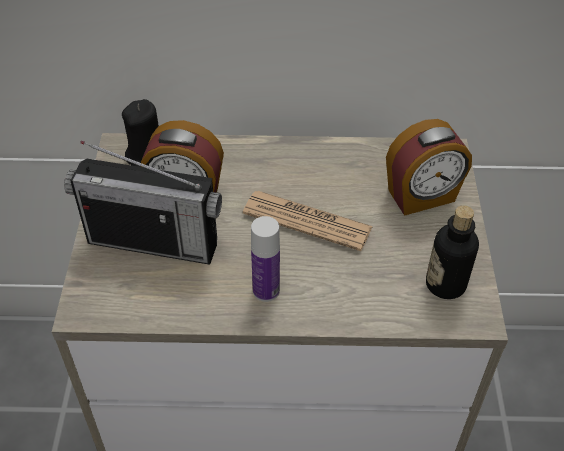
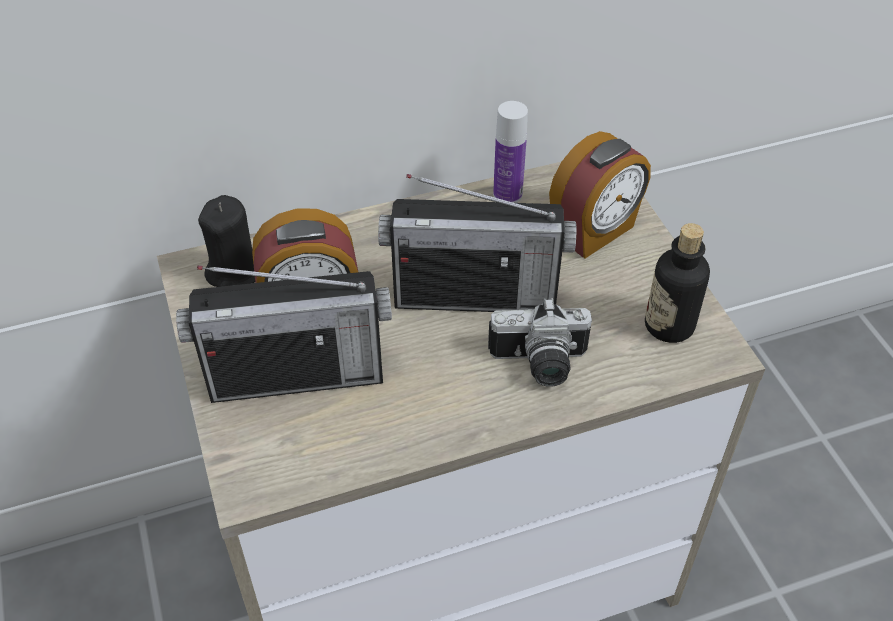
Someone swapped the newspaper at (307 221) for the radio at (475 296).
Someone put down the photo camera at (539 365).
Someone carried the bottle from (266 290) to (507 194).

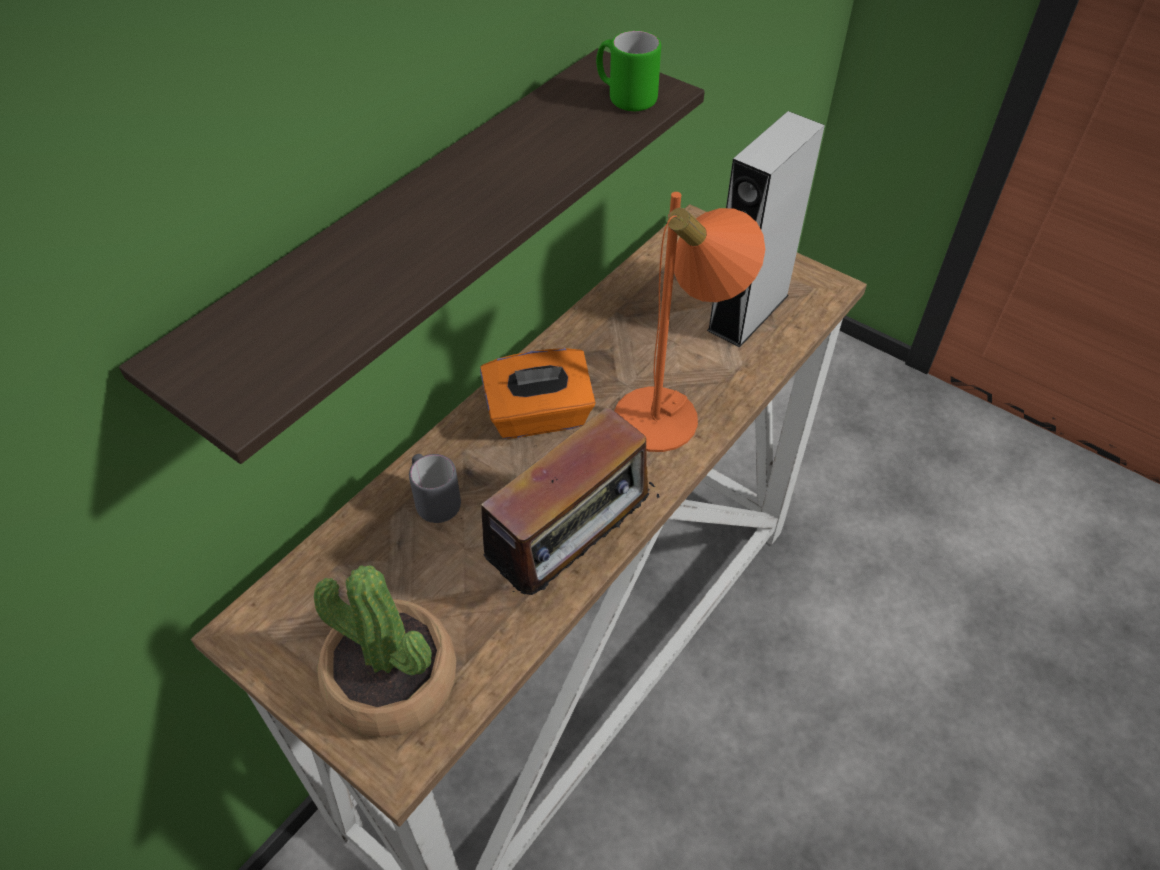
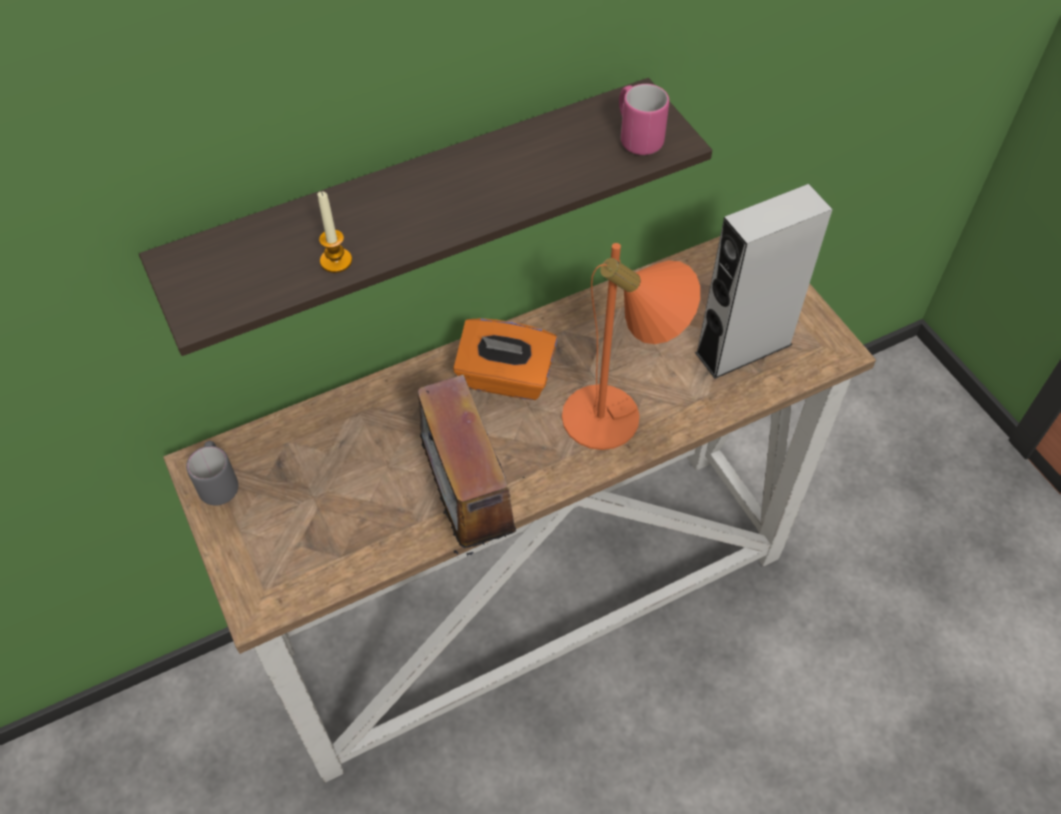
Someone carried the mug in grey from (434 501) to (219 483).
Someone put down the candle at (336 261).
Someone rotated the radio at (572 554) by 90 degrees clockwise.
Someone repainted the mug in green at (625 98), which became the mug in pink at (637 137).
Someone took away the potted plant at (391 680).

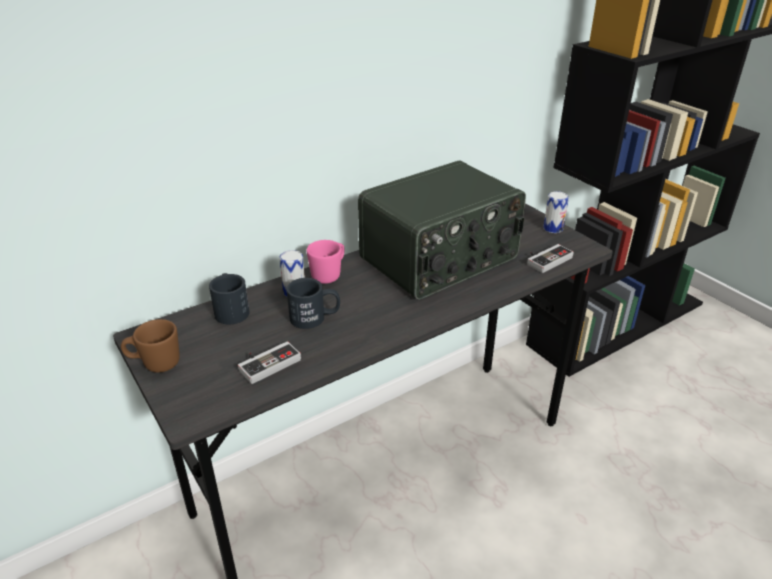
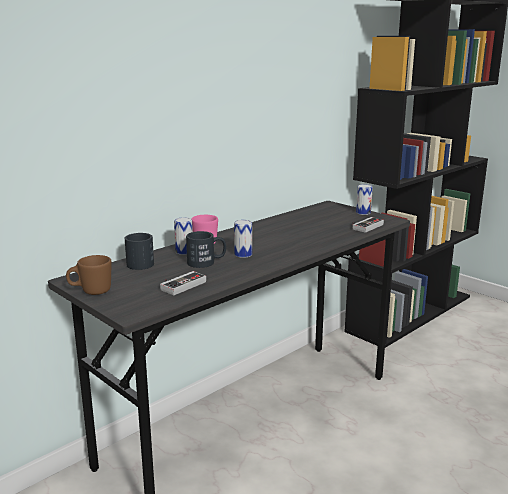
Someone put down the can at (243 254).
Someone took away the radio at (440 260).

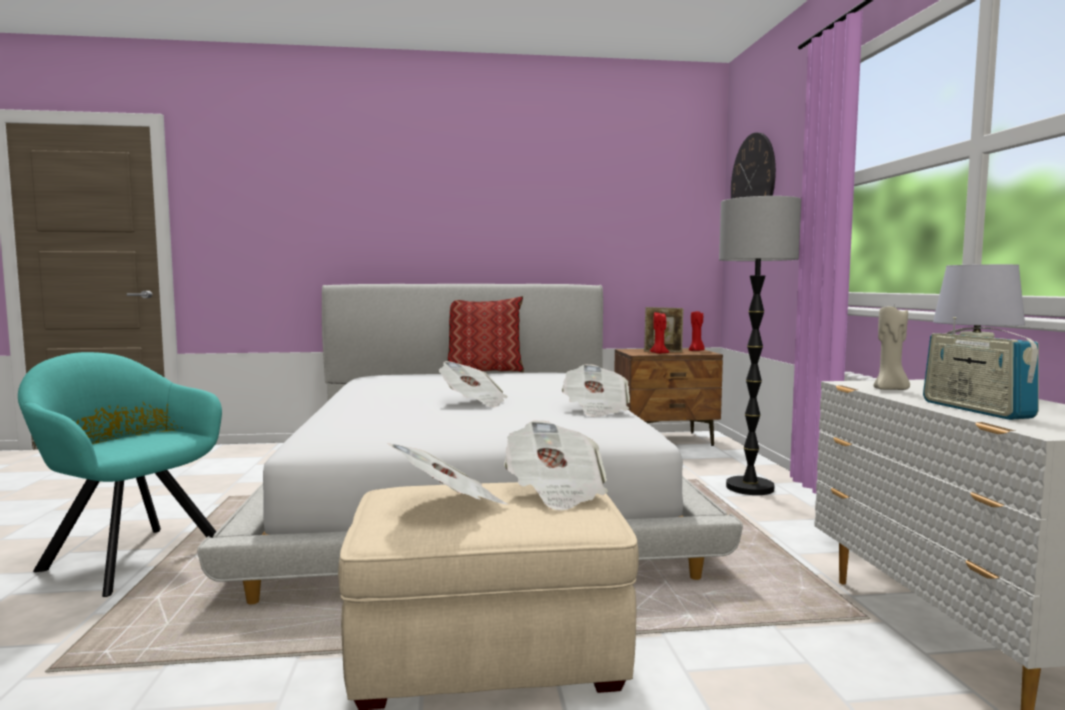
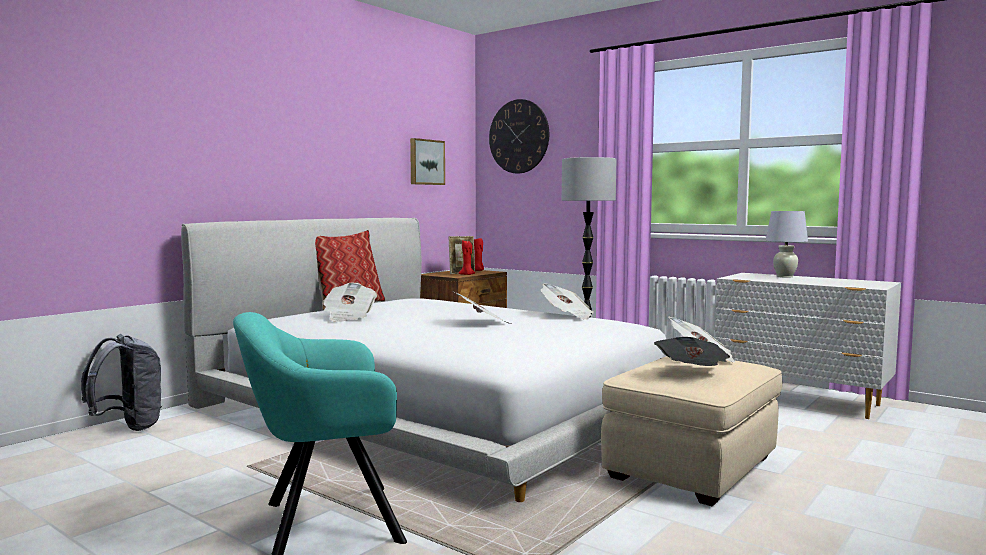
Someone put down the backpack in grey at (128 427).
Someone put down the newspaper at (348 317).
Someone put up the picture at (426 162).
Someone took away the candle in beige at (890 390).
Someone took away the radio at (975 410).

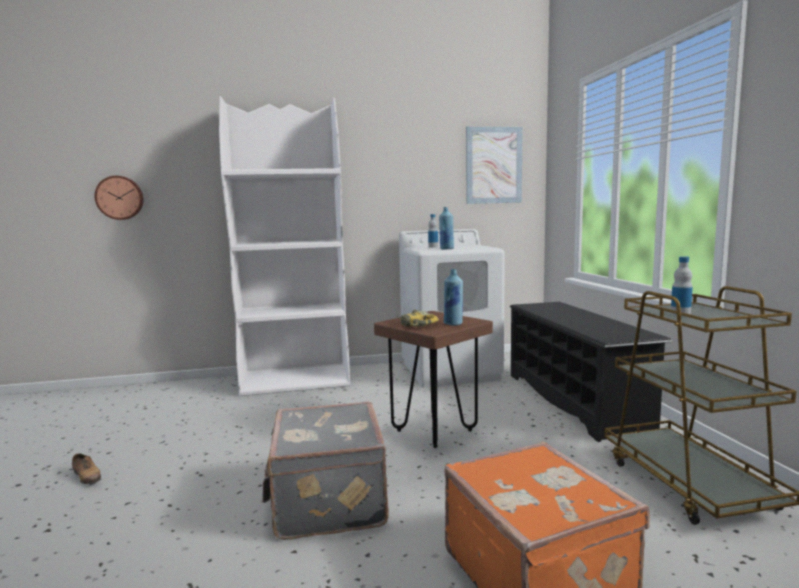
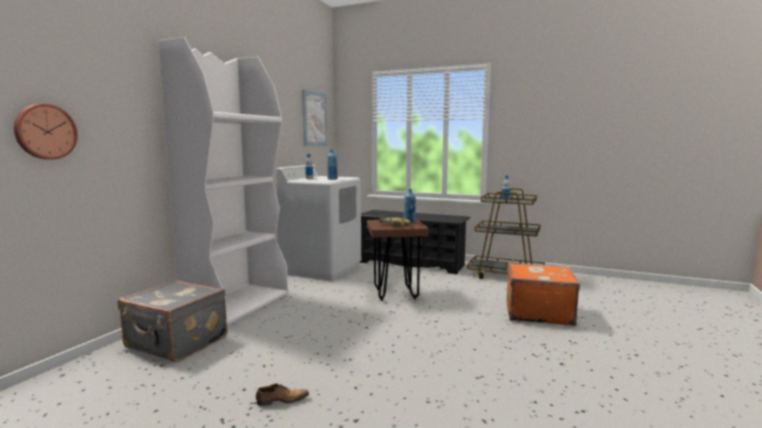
Someone carried the suitcase in grey from (327 502) to (176 343).

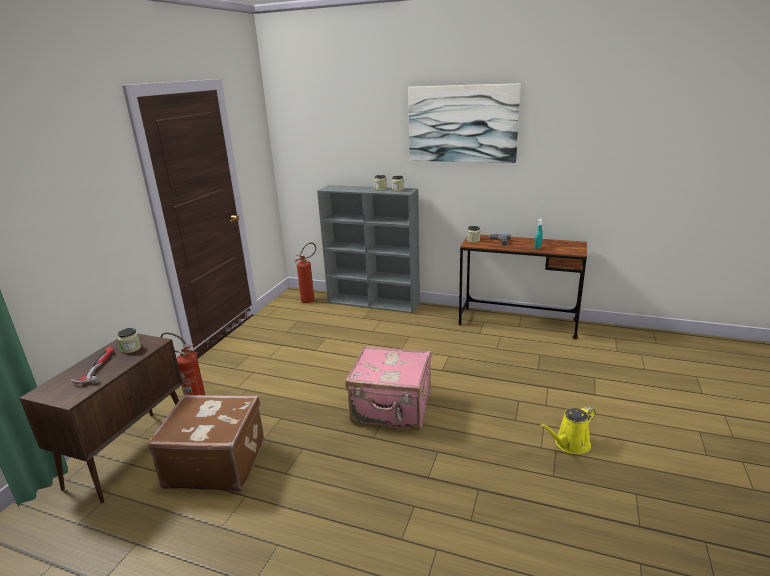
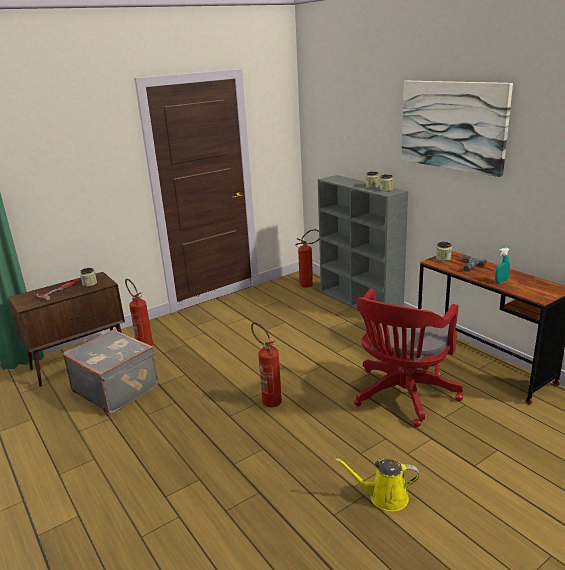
Someone repainted the suitcase in brown at (216 462), which became the suitcase in grey at (117 388).
Someone swapped the suitcase in pink at (392 409) for the fire extinguisher at (268 400).
Someone put down the office chair in red at (402 396).

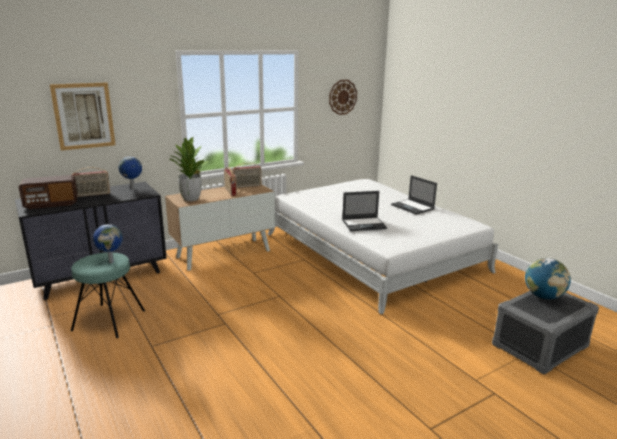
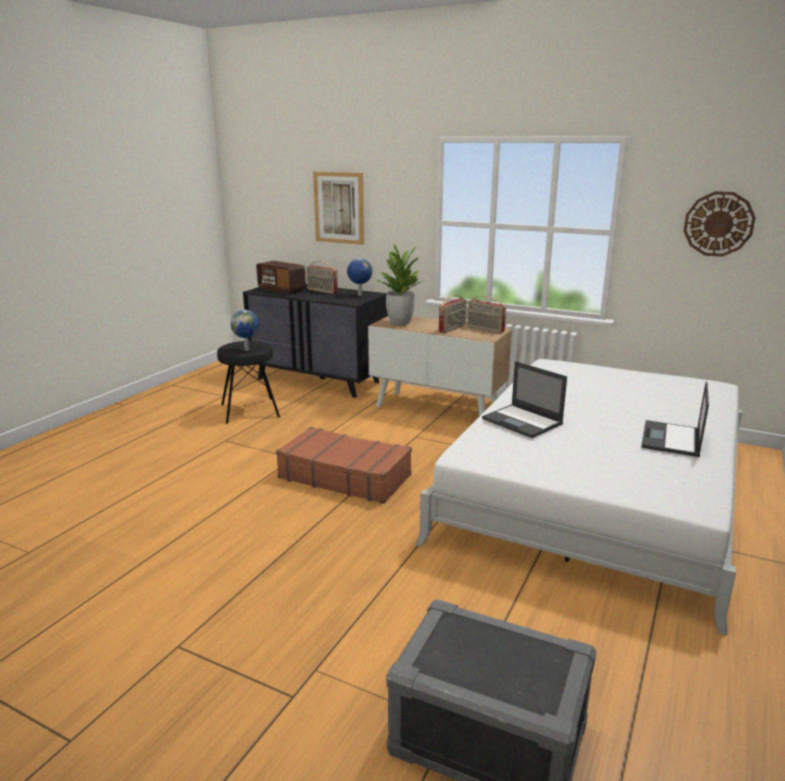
Someone repainted the stool in turquoise at (109 320), which became the stool in black at (250 410).
Someone put down the suitcase in brown at (345 476).
Someone took away the globe at (543 296).

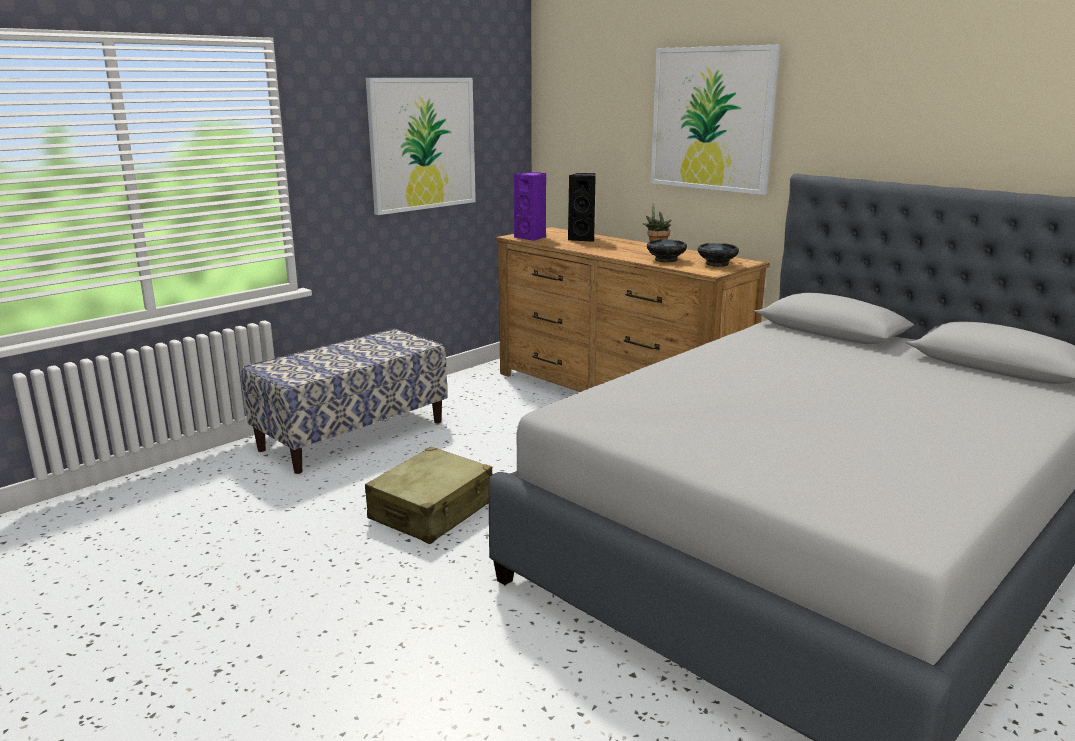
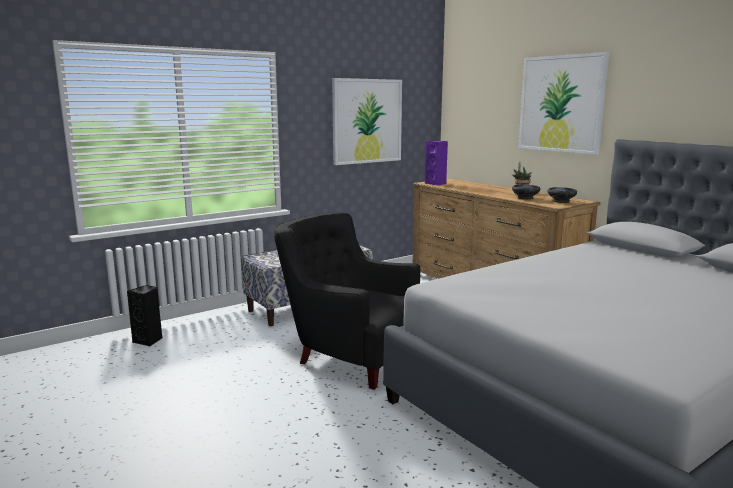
Someone carried the speaker in black from (583 239) to (149 341).
Someone swapped the suitcase in beige at (432 511) for the armchair in black at (352 355).

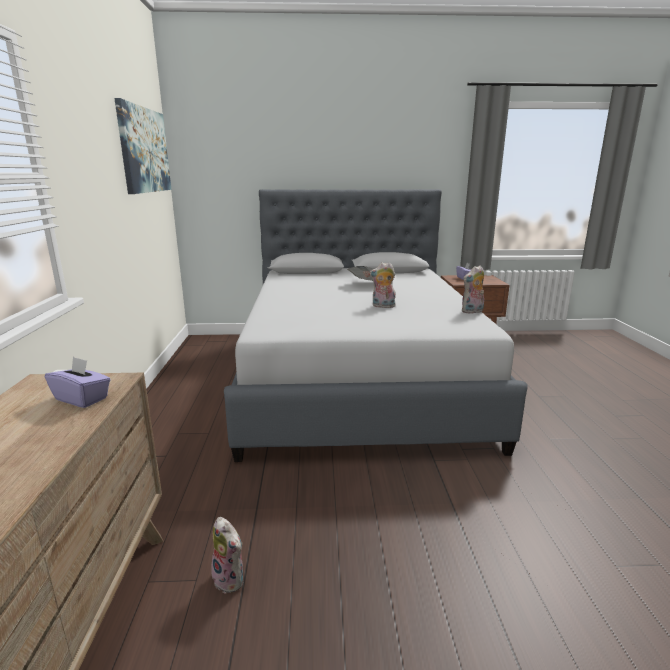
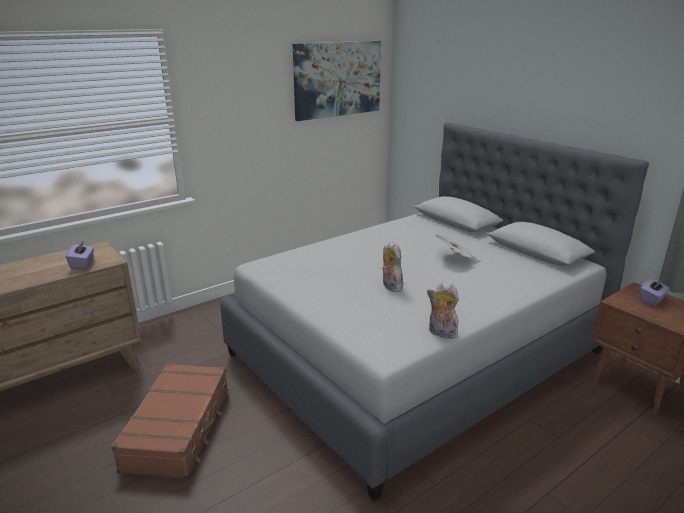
Someone put down the suitcase in brown at (179 428).
Someone took away the plush toy at (231 579).

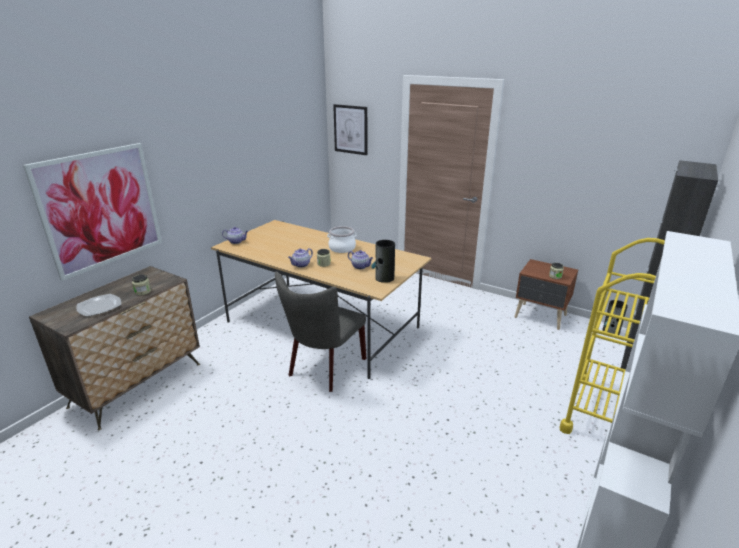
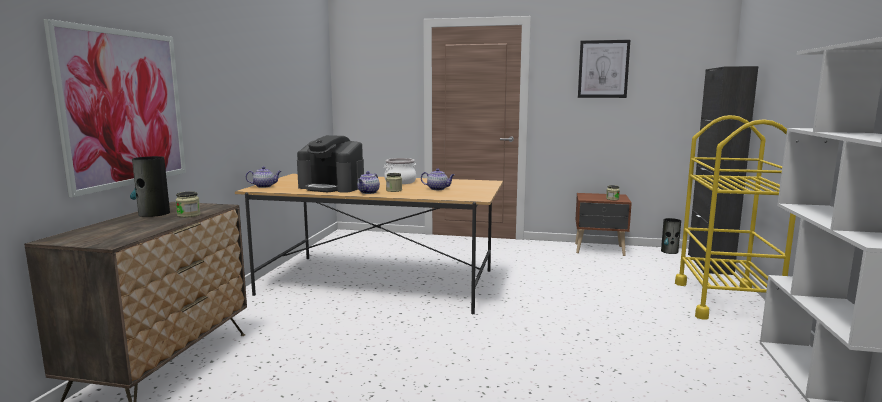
Someone carried the vase from (384 278) to (153 213).
Someone put down the coffee machine at (332 187).
Someone carried the picture from (351 129) to (603 69).
Someone took away the plate at (99 306).
Someone took away the chair in grey at (324 369).

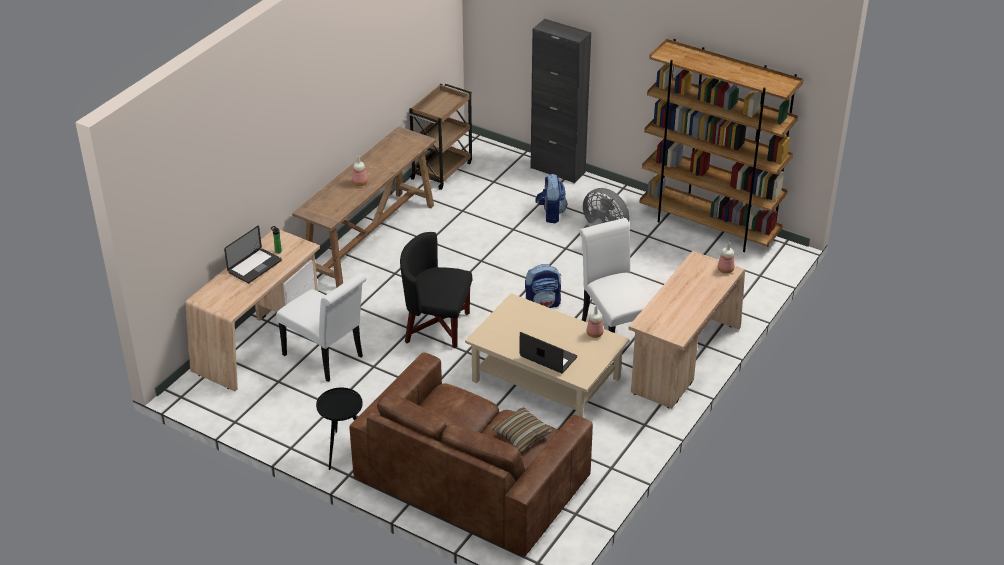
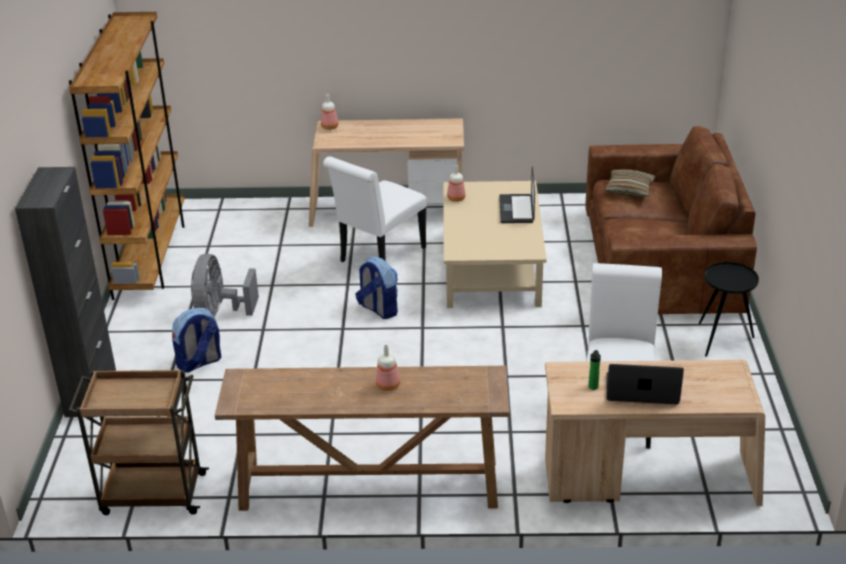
Someone took away the armchair in black at (436 326).

